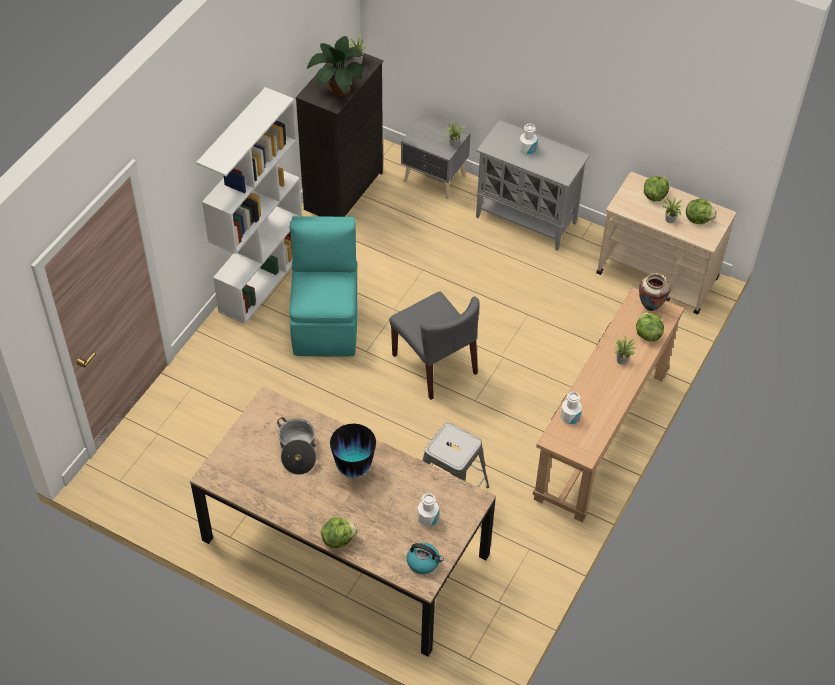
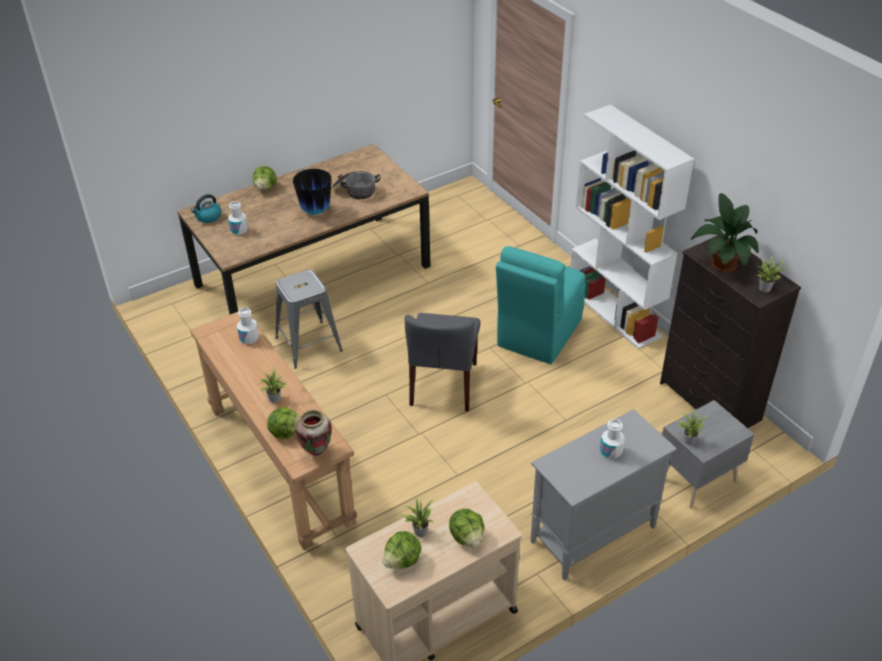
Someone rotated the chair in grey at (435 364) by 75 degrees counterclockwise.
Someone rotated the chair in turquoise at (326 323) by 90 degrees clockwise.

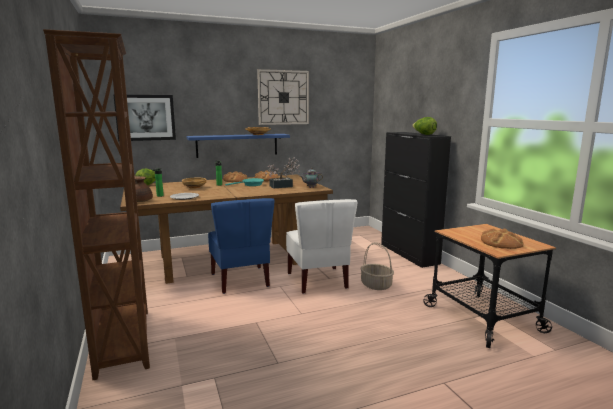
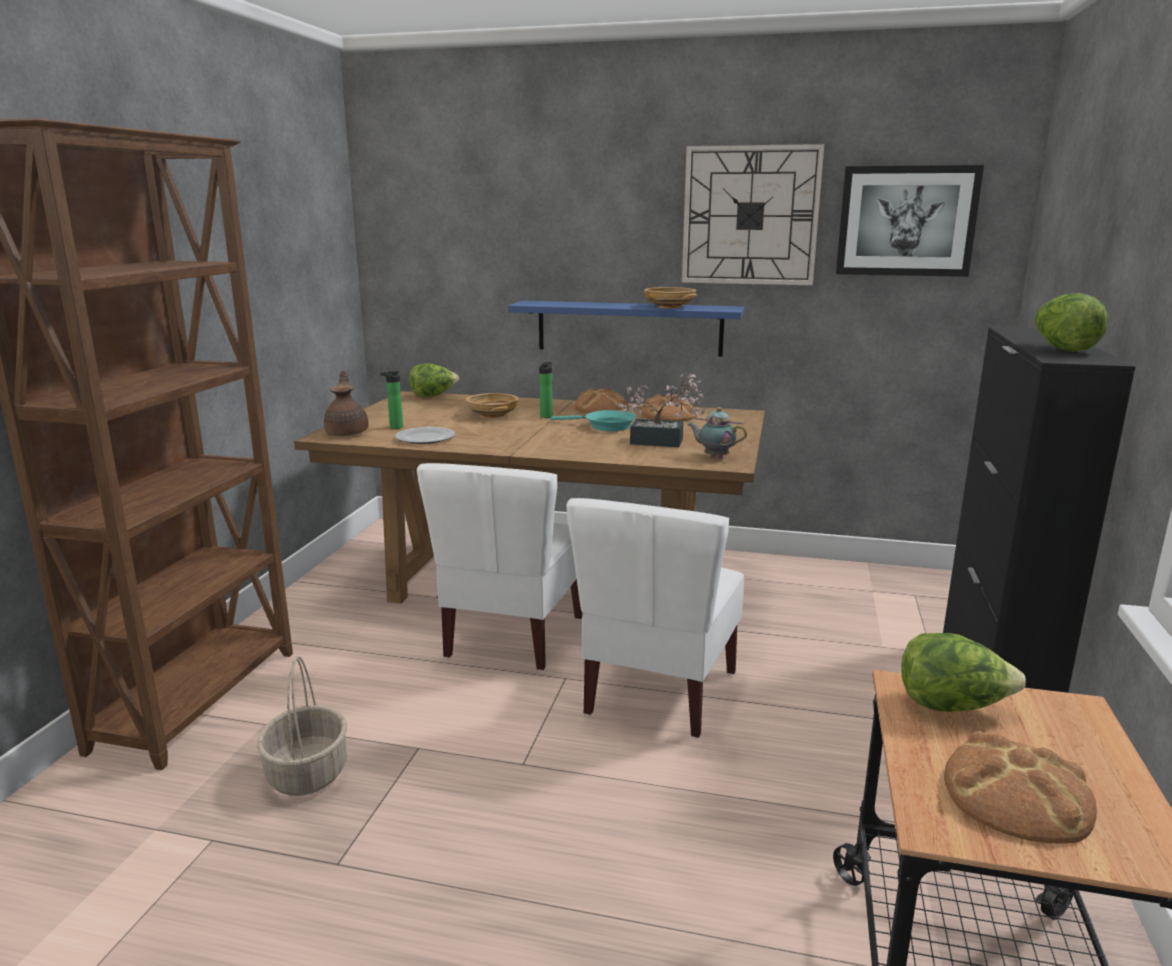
Someone carried the basket from (376 285) to (308 773).
Someone repainted the chair in blue at (241 280), which became the chair in white at (512 637).
Someone carried the picture from (145 117) to (906 221).
Someone put down the lettuce at (952 706).

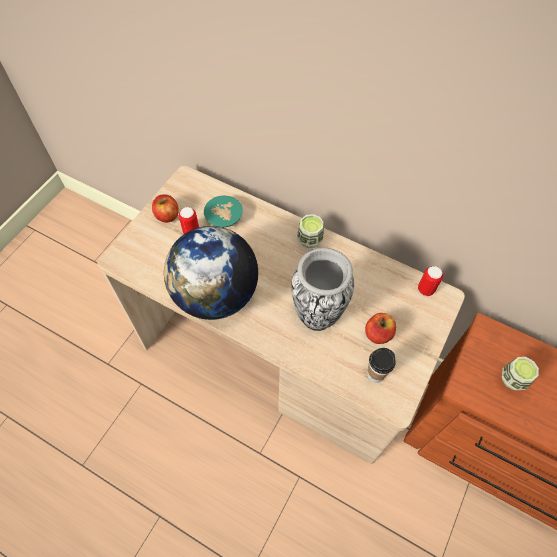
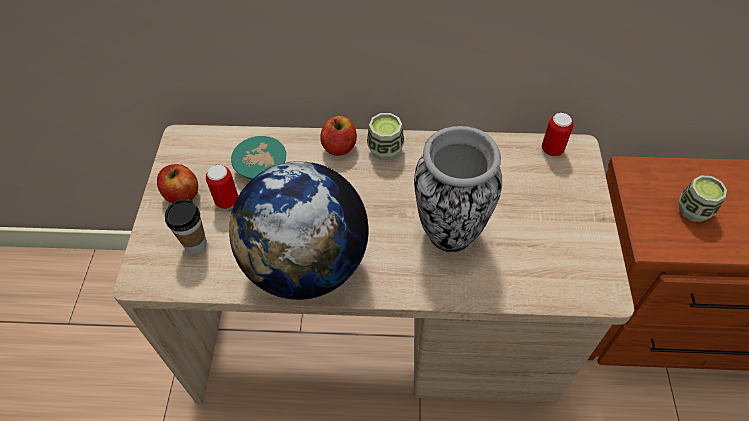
Someone carried the cup from (375 374) to (195 244).
Someone carried the apple from (378 334) to (339 147).

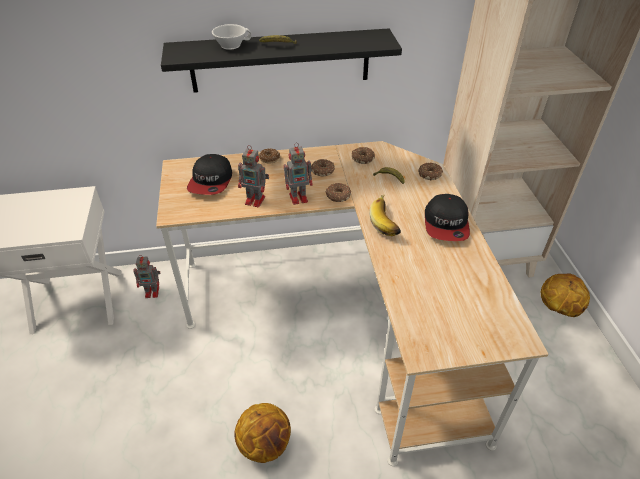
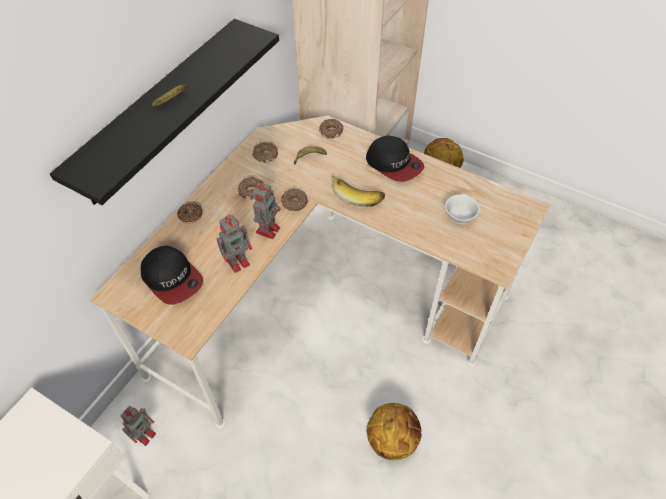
Someone carried the cup in white from (231 44) to (458 215).

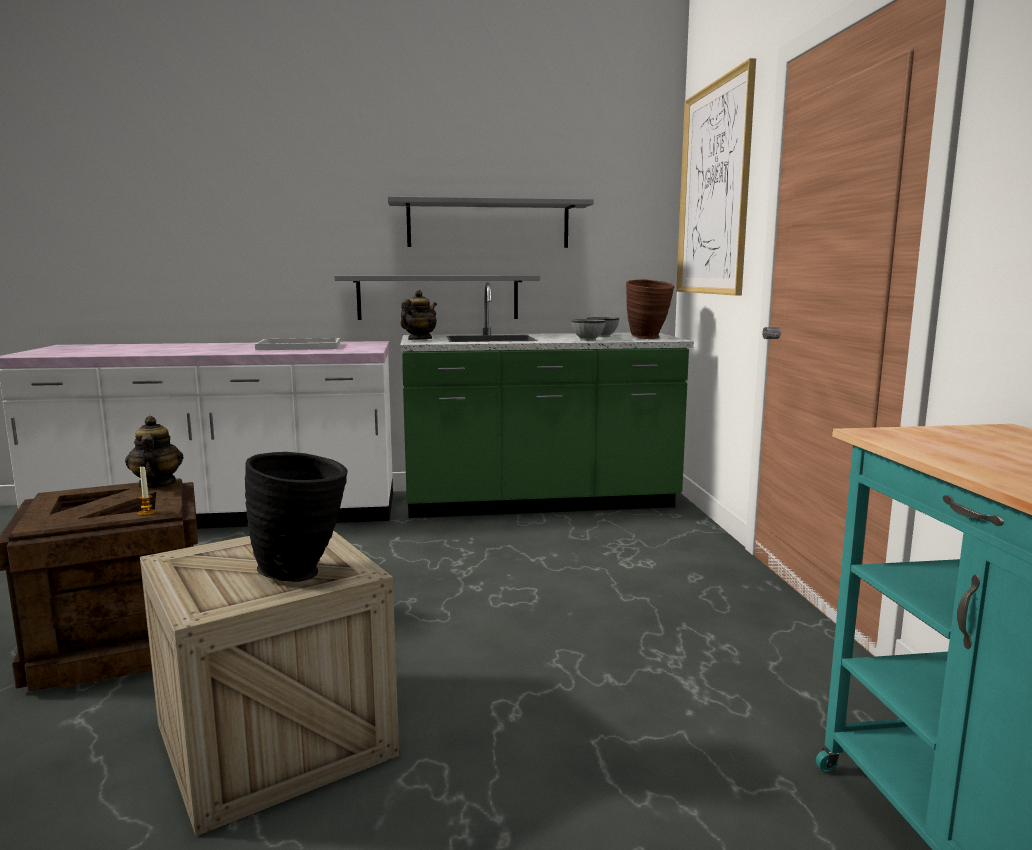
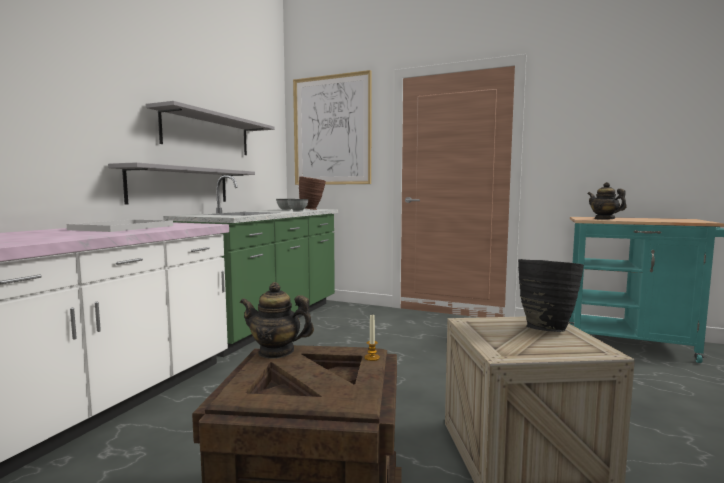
Someone carried the teapot from (419 339) to (604 219).

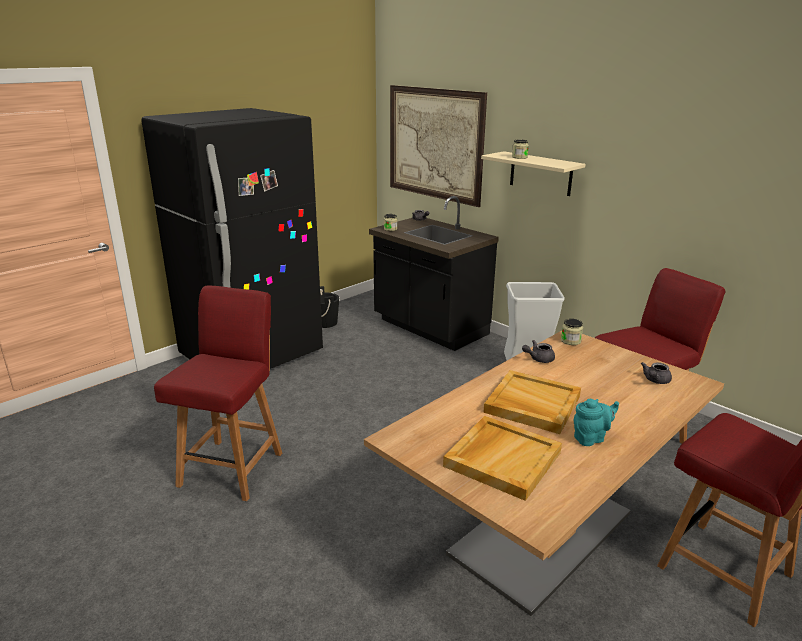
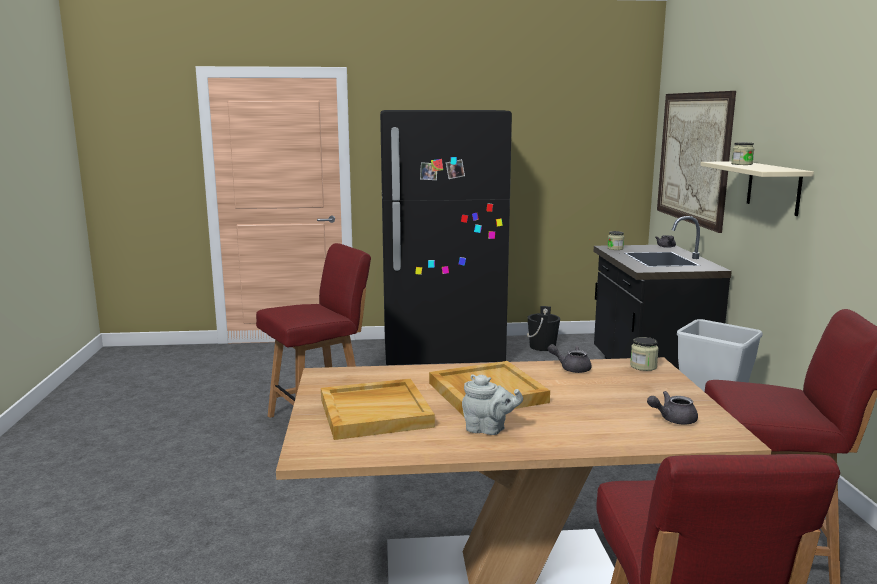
Someone repainted the teapot in turquoise at (591 438), which became the teapot in grey at (488 429).

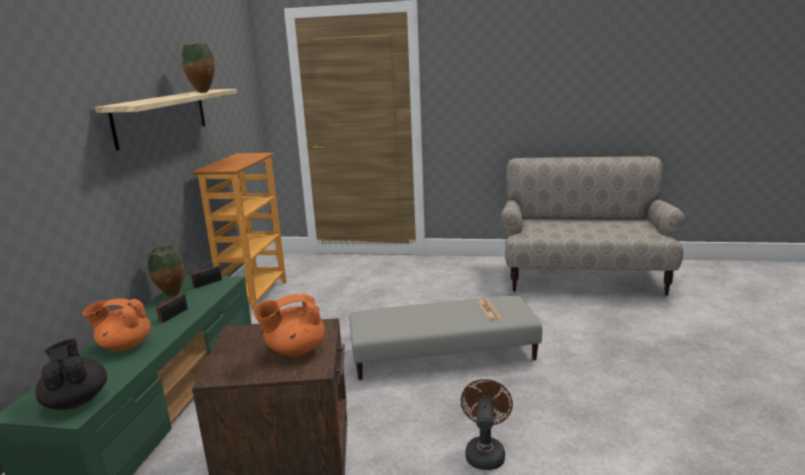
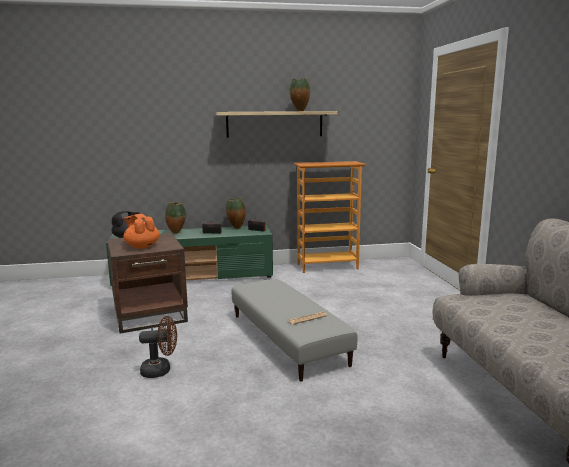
Someone swapped the teapot in orange at (125 345) for the vase at (176 233).

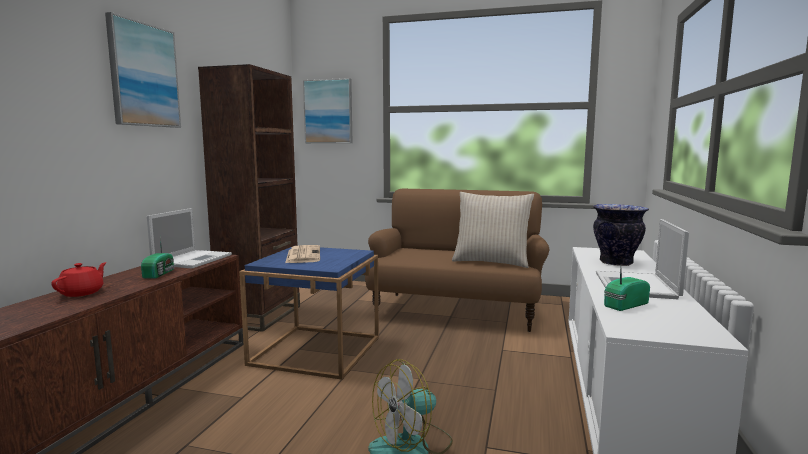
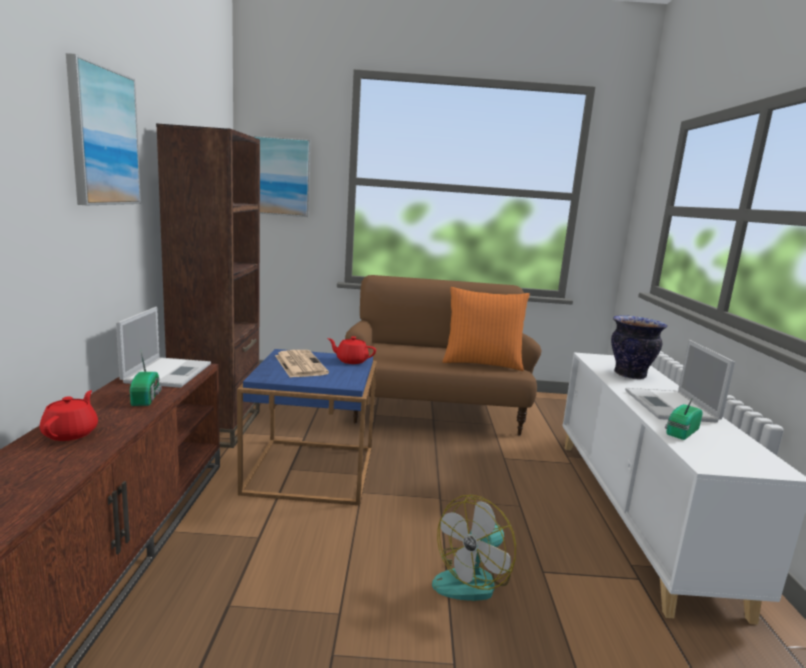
Someone put down the teapot in red at (351 361).
Someone repainted the pillow in beige at (491 262), which became the pillow in orange at (482 363).

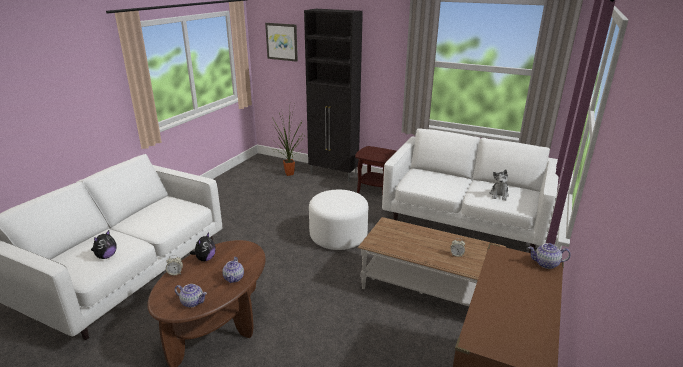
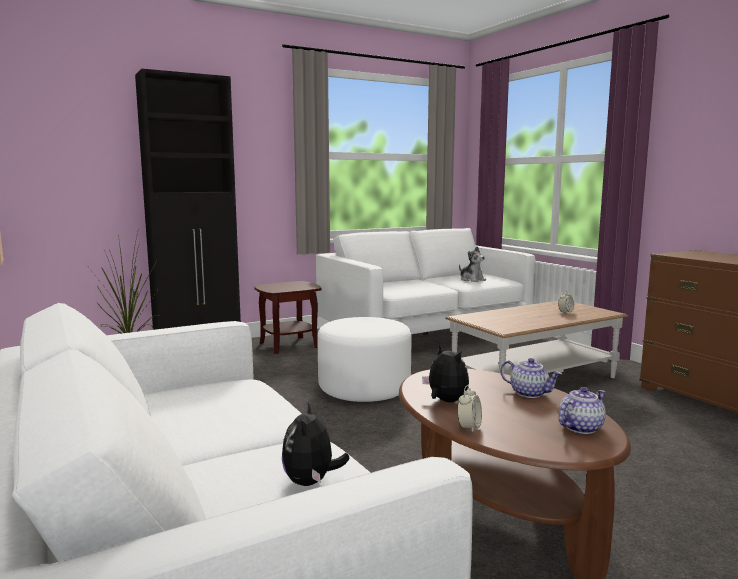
Someone rotated the plush toy at (106 256) by 150 degrees counterclockwise.
Someone took away the picture at (282 41).
Someone took away the teapot at (546 264).

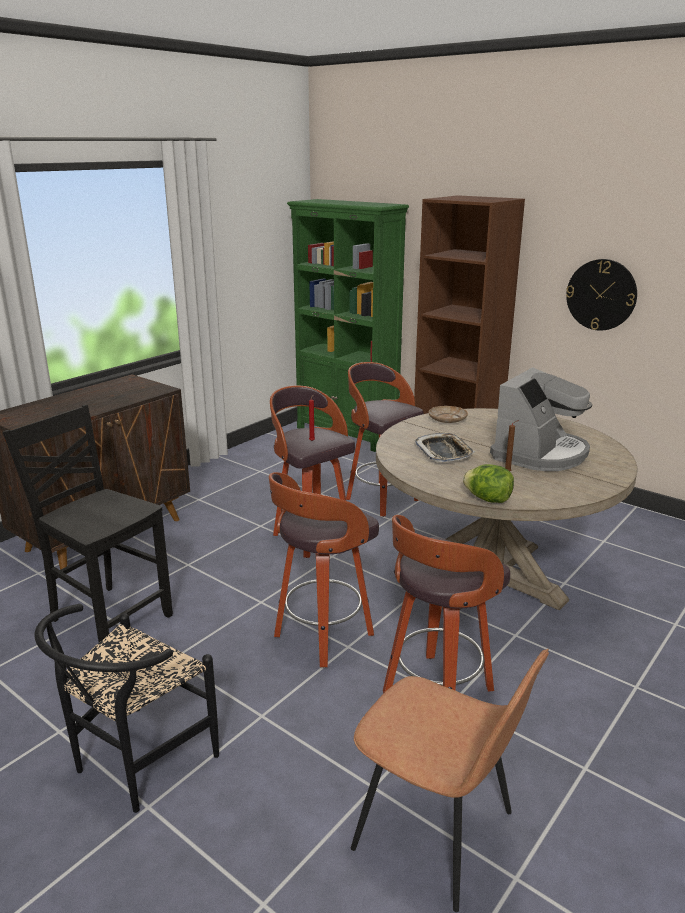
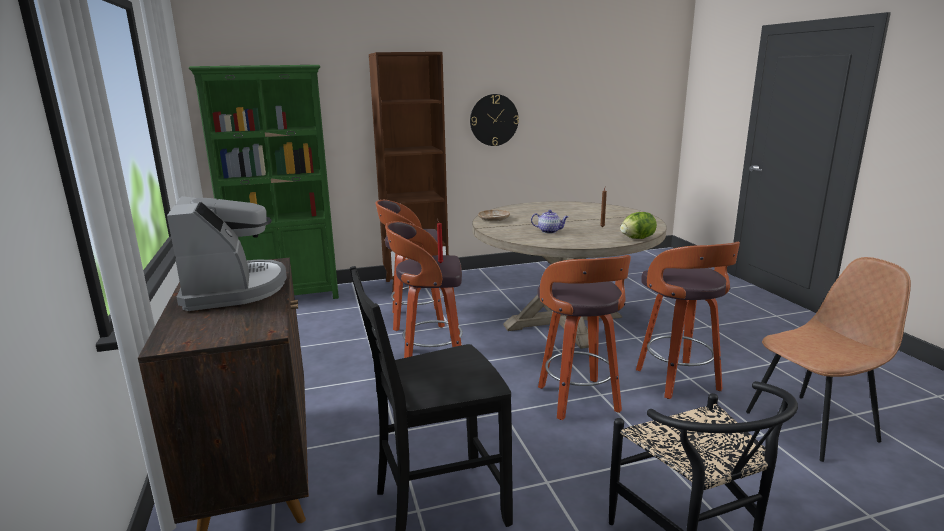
Someone carried the coffee machine from (540 454) to (233 288).
Someone swapped the tray at (444 452) for the teapot at (549 231).

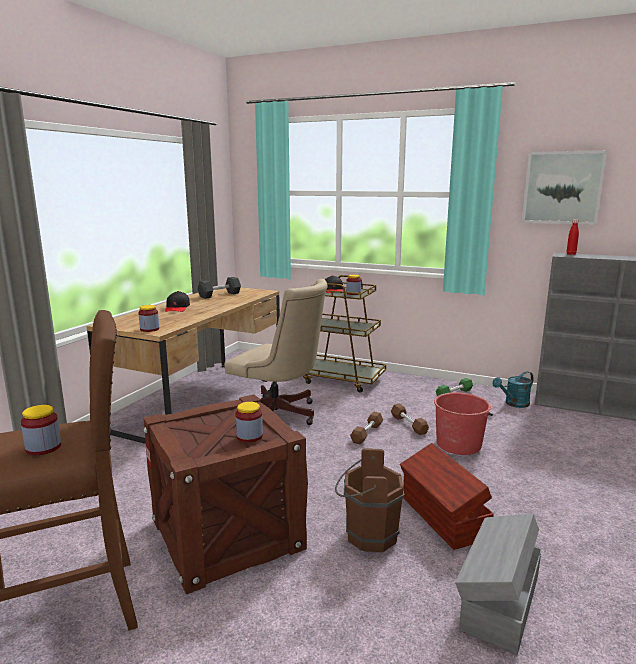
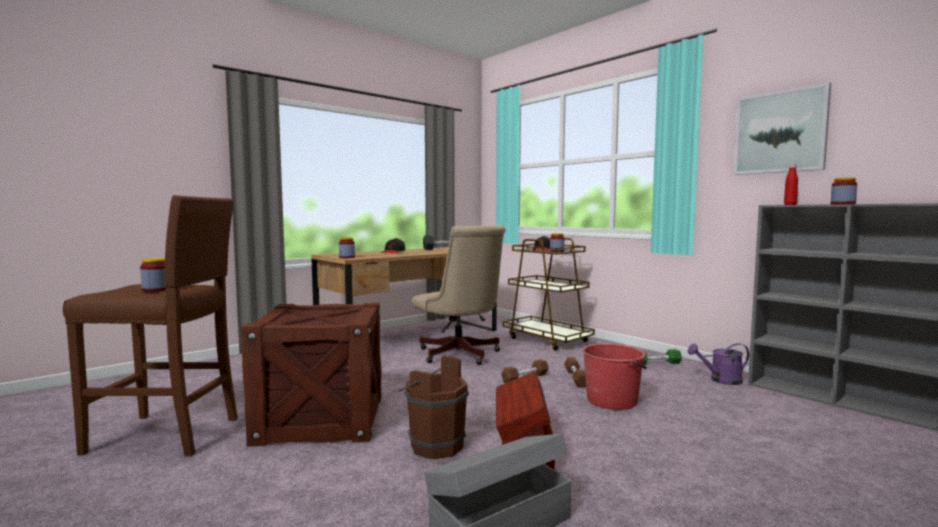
Someone repainted the watering can in turquoise at (513 404), which became the watering can in purple at (720 380).
Someone carried the jar from (249 436) to (842 204).

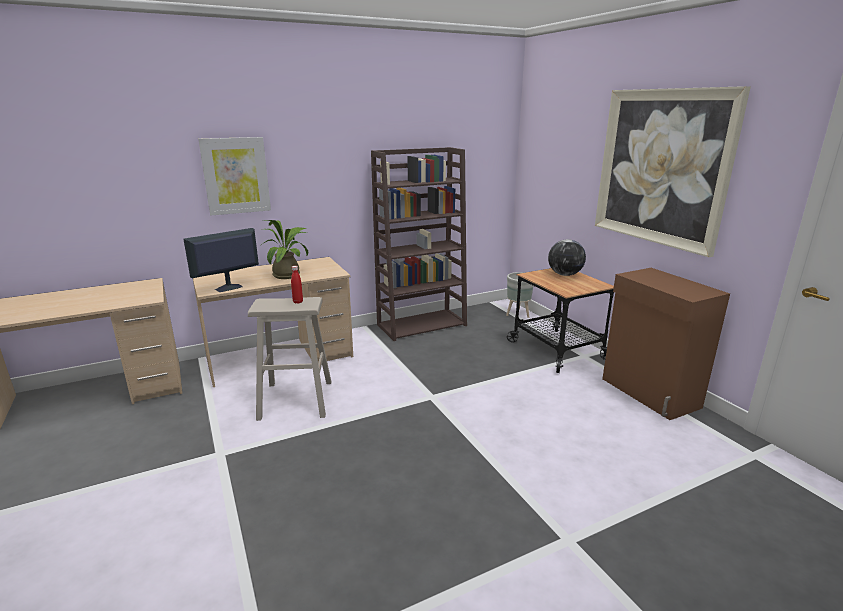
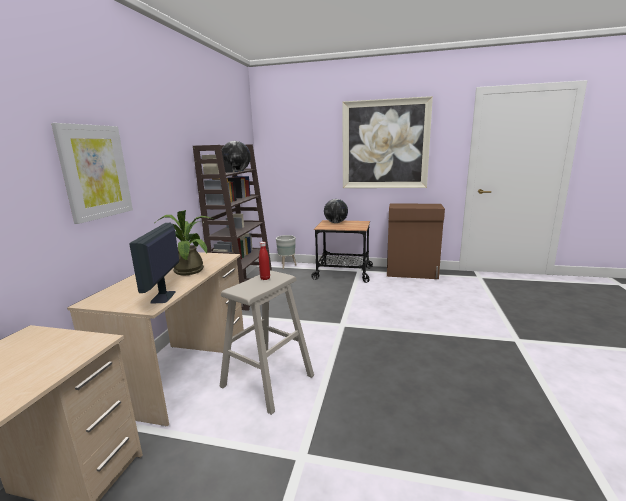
Someone put down the globe at (237 171).

